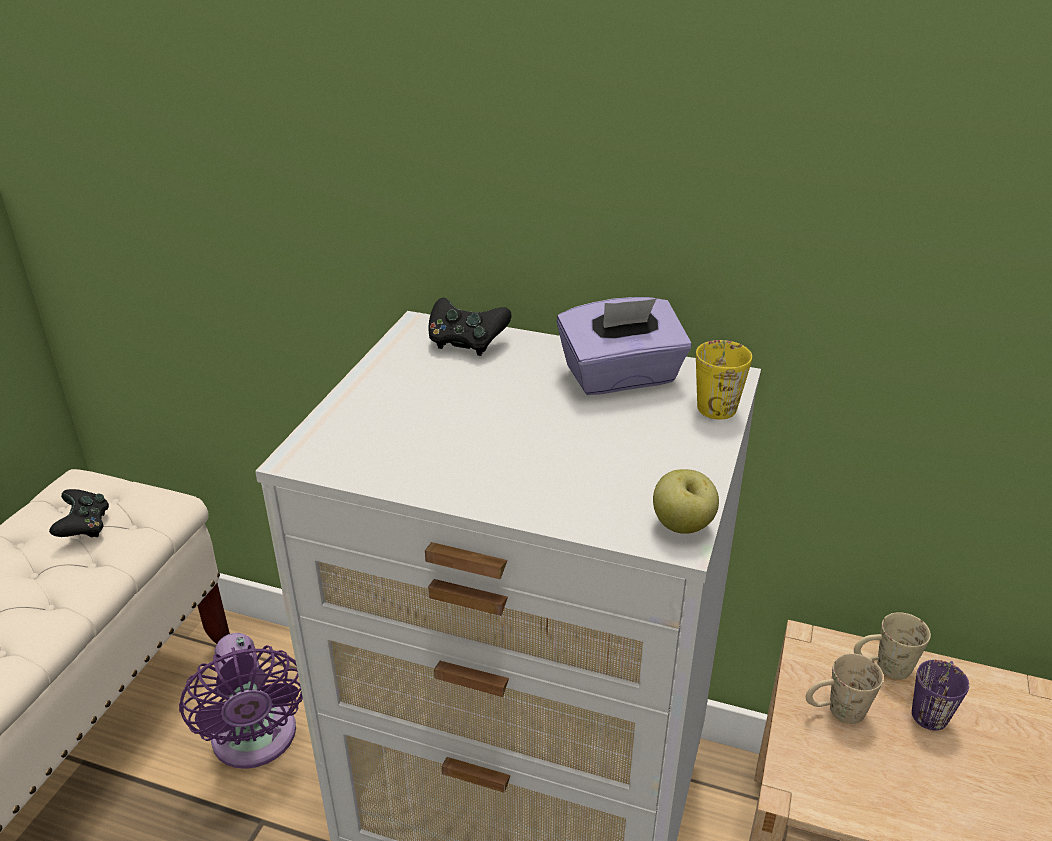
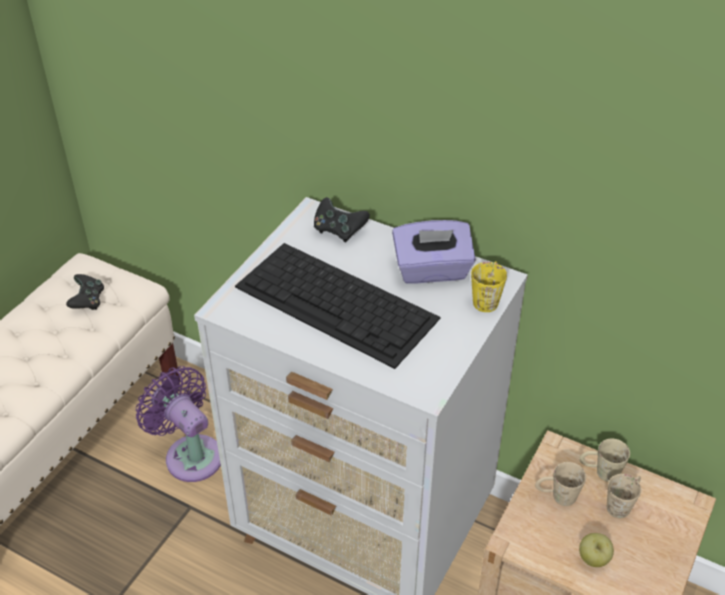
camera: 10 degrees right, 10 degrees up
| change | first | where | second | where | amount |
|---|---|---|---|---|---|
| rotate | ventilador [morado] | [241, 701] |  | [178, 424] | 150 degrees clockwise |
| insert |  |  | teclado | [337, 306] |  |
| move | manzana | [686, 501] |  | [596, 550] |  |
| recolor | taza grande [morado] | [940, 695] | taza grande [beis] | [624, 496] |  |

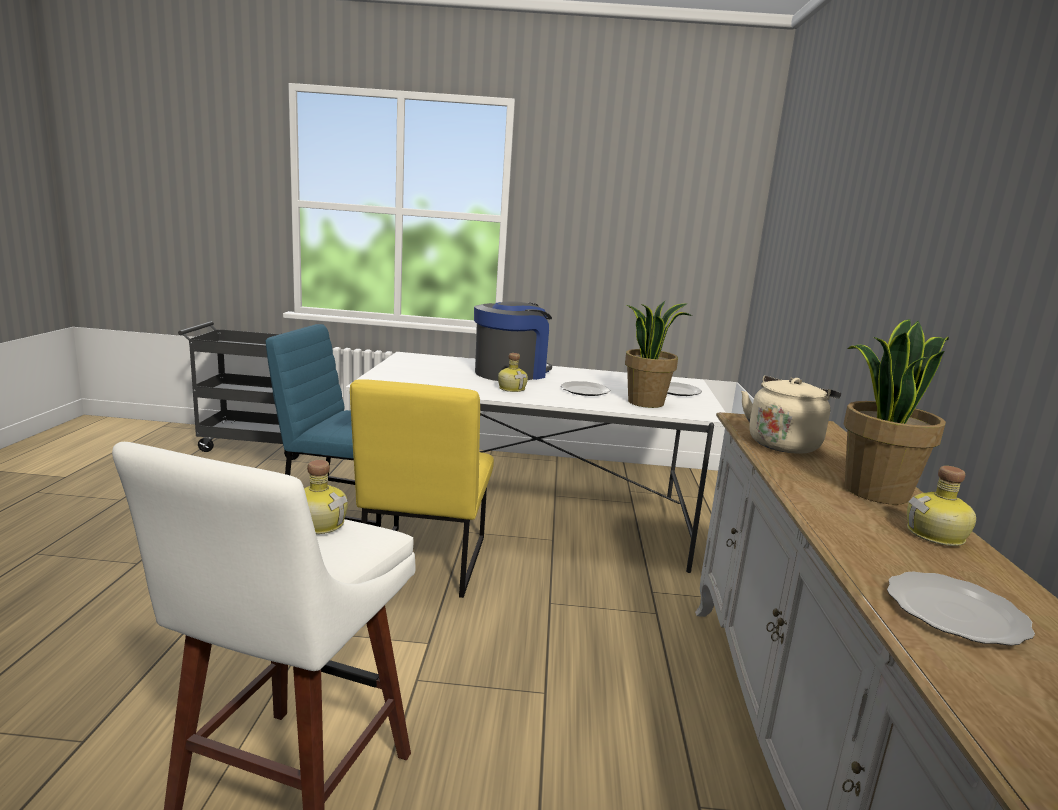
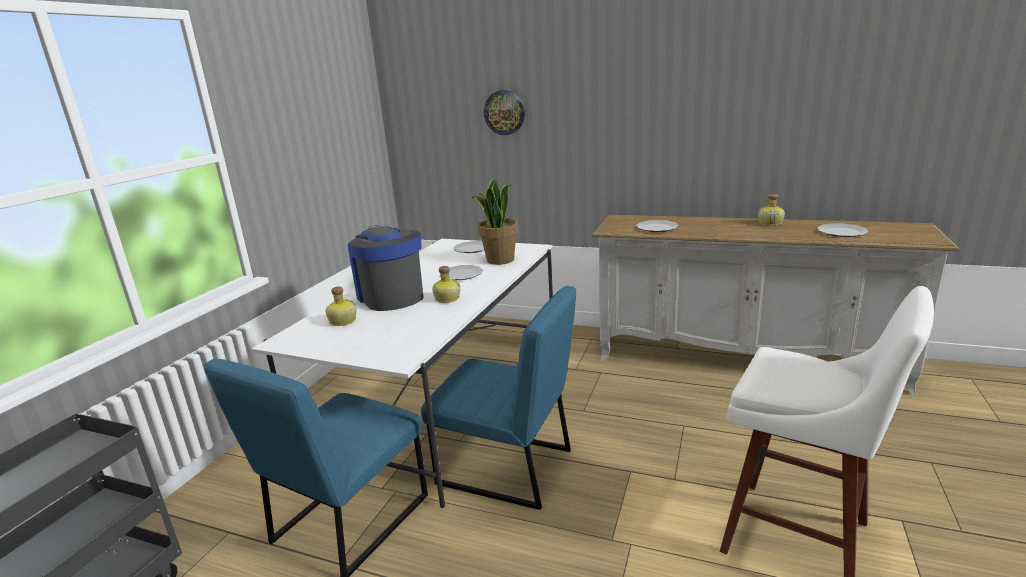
camera: 70 degrees left, 5 degrees up
| change | first | where | second | where | amount |
|---|---|---|---|---|---|
| move | botella | [326, 497] |  | [341, 306] |  |
| recolor | silla [amarillo] | [422, 488] | silla [azul] | [498, 398] |  |
| insert |  |  | reloj de pared | [504, 112] |  |
| replace | hervidor [beis] | [791, 414] | plato | [657, 226] |  |
| delete | planta en maceta | [896, 412] |  |  |  |

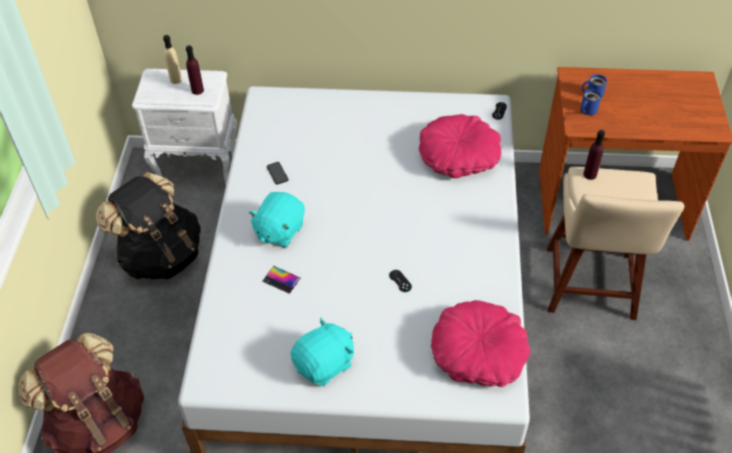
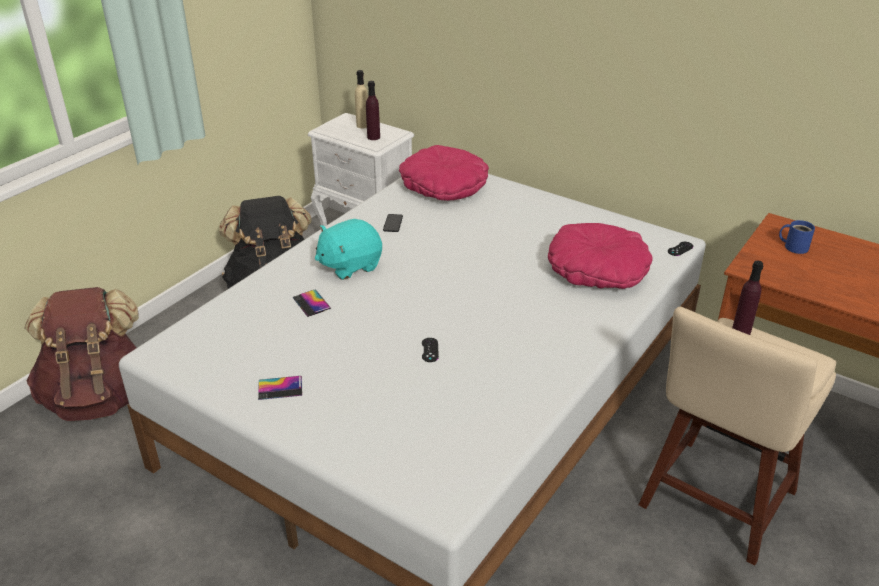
camera: 30 degrees right, 15 degrees down
| change | first | where | second | where | amount |
|---|---|---|---|---|---|
| replace | peluche [turquesa] | [322, 352] | móvil | [280, 388] |  |
| move | cojín [rosa] | [480, 343] |  | [444, 173] |  |
| delete | taza grande [azul] | [591, 102] |  |  |  |

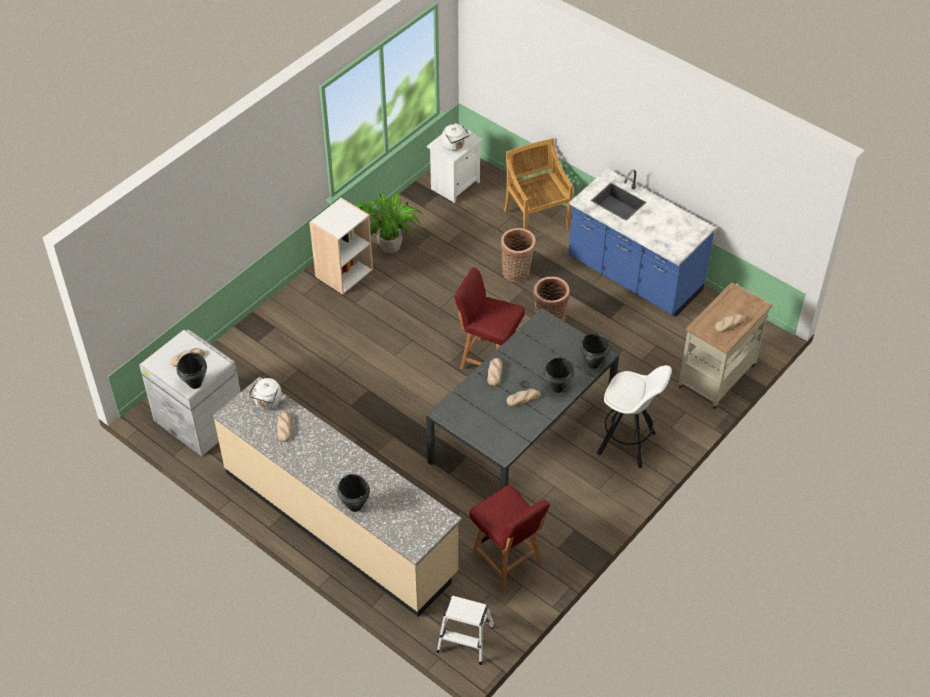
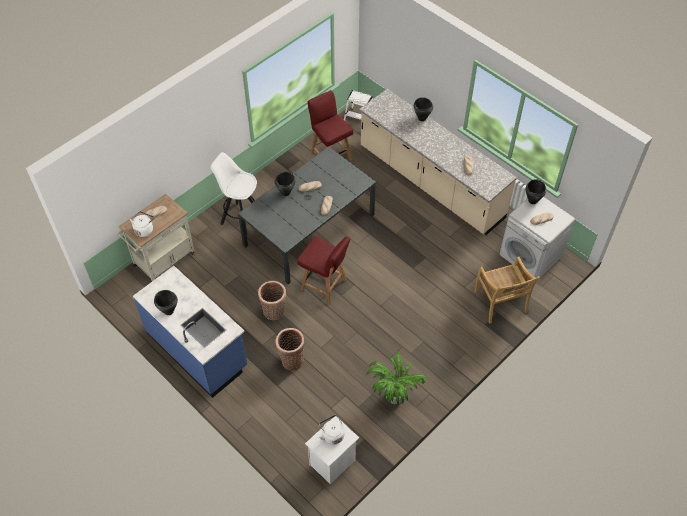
camera: 175 degrees left, 5 degrees up
| change | first | where | second | where | amount |
|---|---|---|---|---|---|
| move | hervidor [blanco] | [267, 394] |  | [142, 224] |  |
| move | olla [negro] | [595, 351] |  | [166, 302] |  |
| move | silla [beis] | [538, 184] |  | [507, 290] |  |
| delete | estantería [blanco] | [341, 246] |  |  |  |

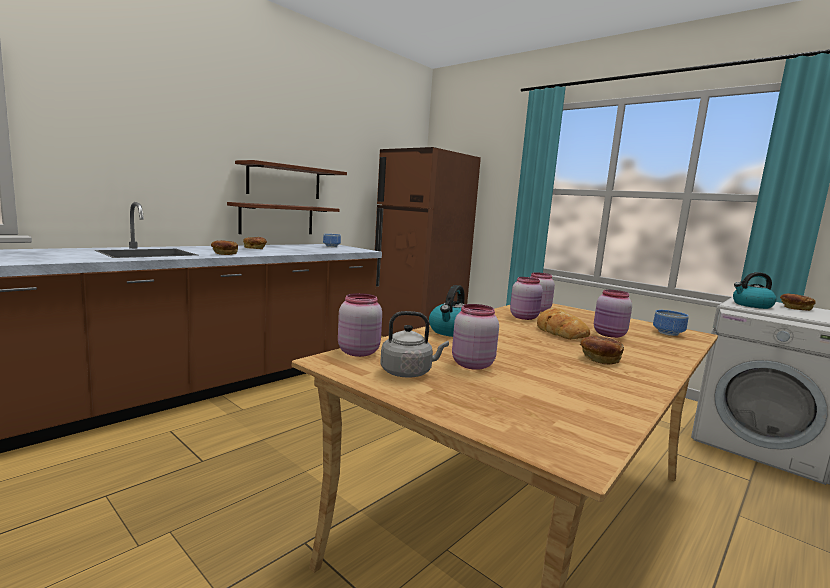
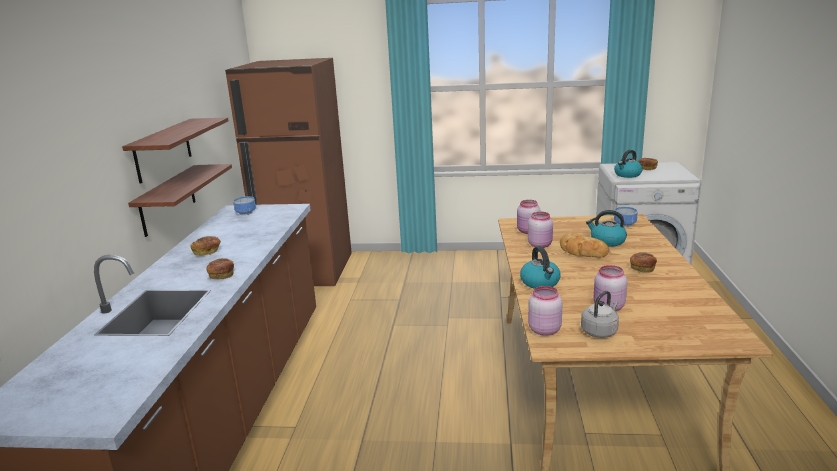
camera: 35 degrees left, 10 degrees up
| change | first | where | second | where | amount |
|---|---|---|---|---|---|
| replace | tarro [rosa] | [613, 314] | hervidor | [606, 228] |  |

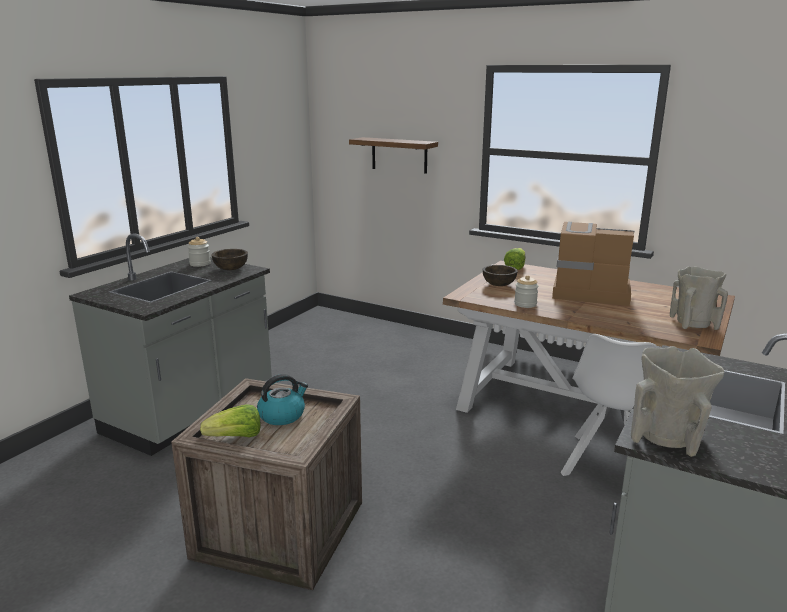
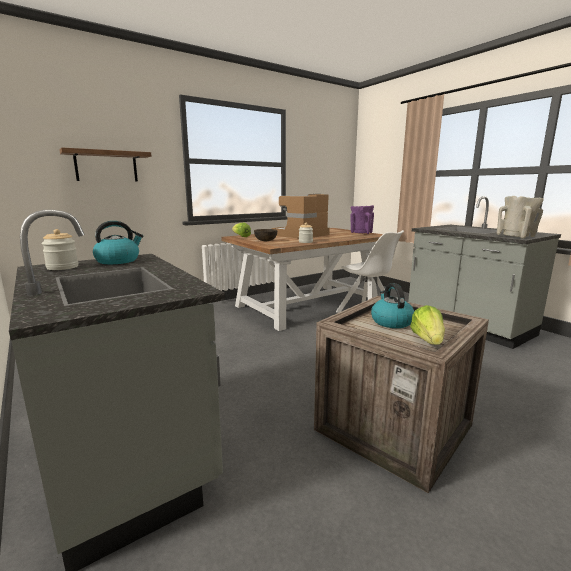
camera: 65 degrees left, 5 degrees down
| change | first | where | second | where | amount |
|---|---|---|---|---|---|
| replace | cuenco [marrón] | [229, 259] | hervidor | [118, 242] |  |
| recolor | florero [beis] | [699, 298] | florero [morado] | [362, 219] |  |

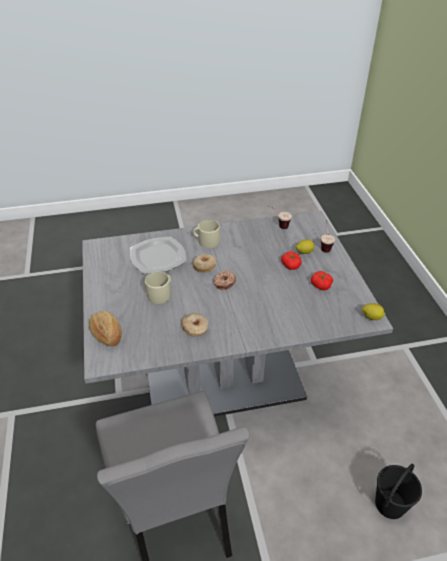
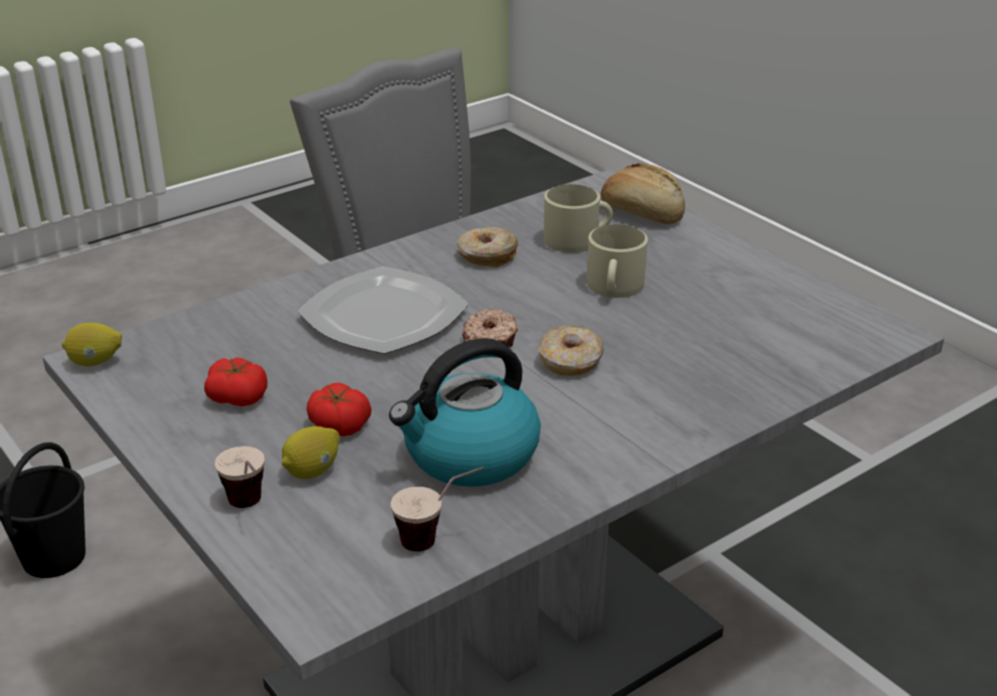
camera: 155 degrees right, 10 degrees down
| change | first | where | second | where | amount |
|---|---|---|---|---|---|
| move | plato | [158, 255] |  | [383, 310] |  |
| insert |  |  | hervidor | [465, 412] |  |
| move | taza grande [beis] | [206, 234] |  | [578, 218] |  |

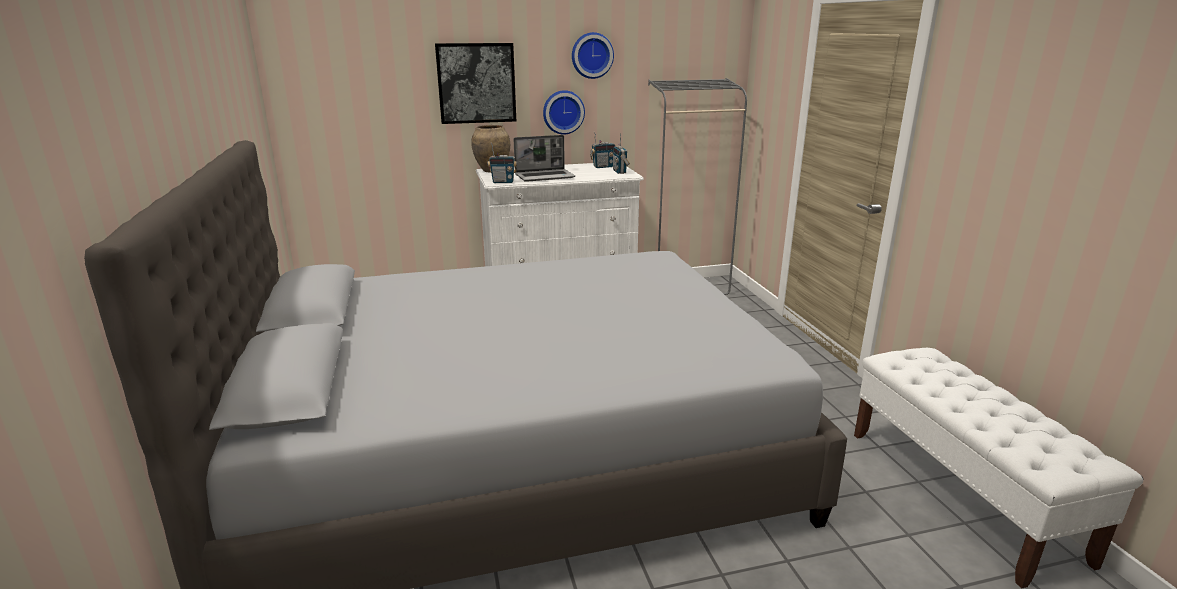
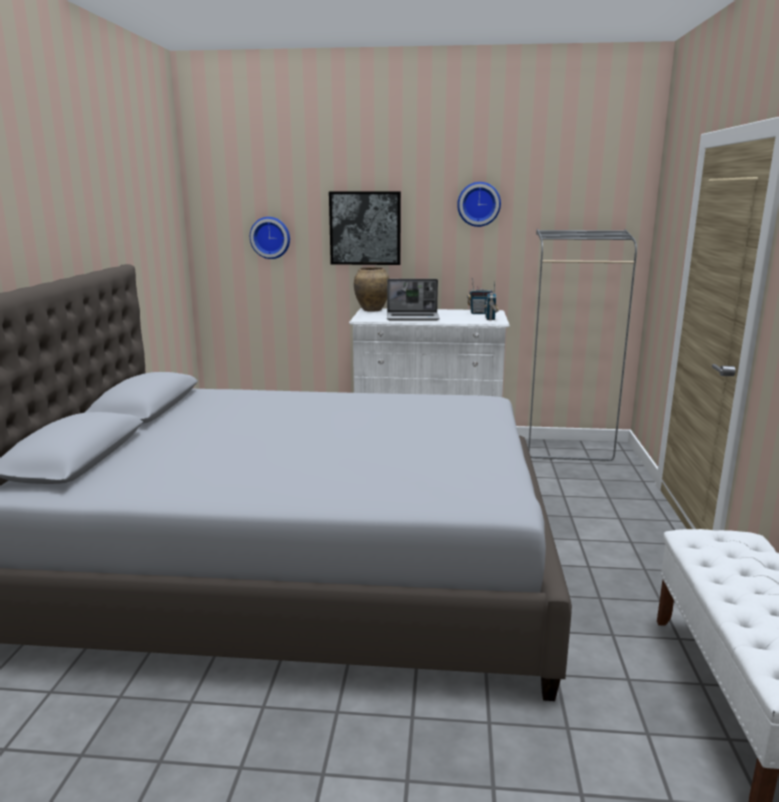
camera: 20 degrees right, 5 degrees down
| change | first | where | second | where | amount |
|---|---|---|---|---|---|
| move | reloj de pared | [564, 112] |  | [270, 238] |  |
| delete | radio | [502, 162] |  |  |  |

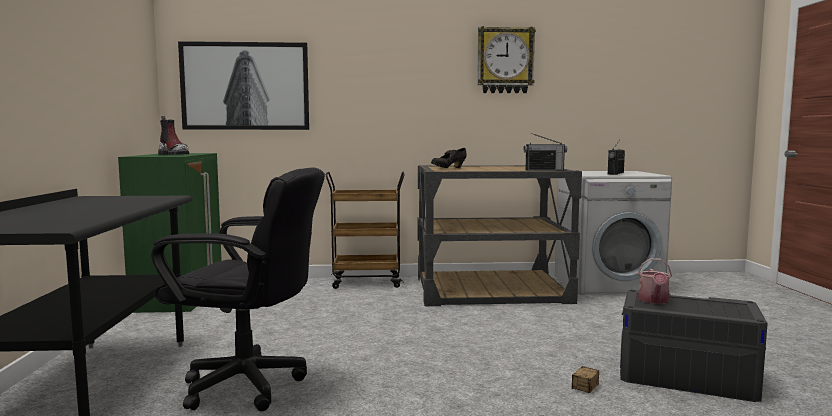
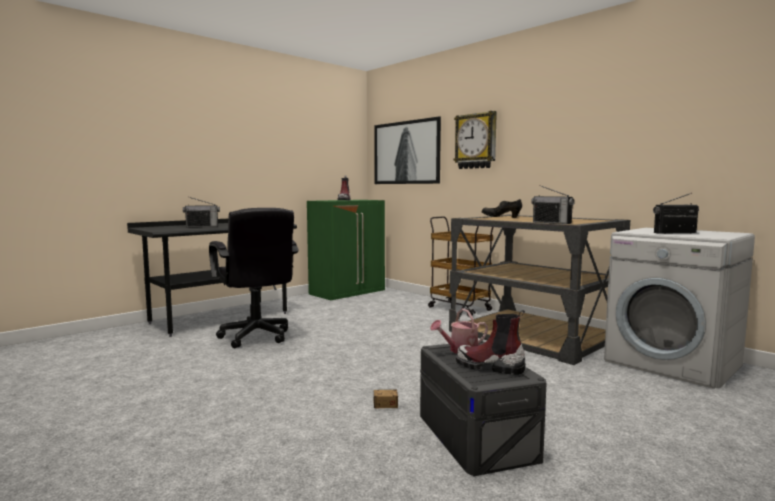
camera: 50 degrees right, 0 degrees up
| change | first | where | second | where | amount |
|---|---|---|---|---|---|
| insert |  |  | radio | [201, 212] |  |
| move | reloj de pared | [506, 59] |  | [475, 140] |  |
| insert |  |  | bota | [490, 342] |  |

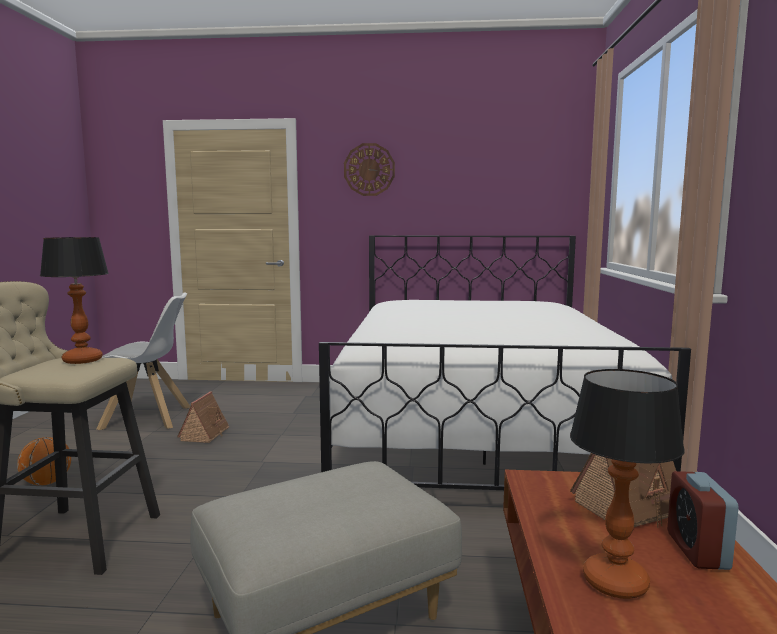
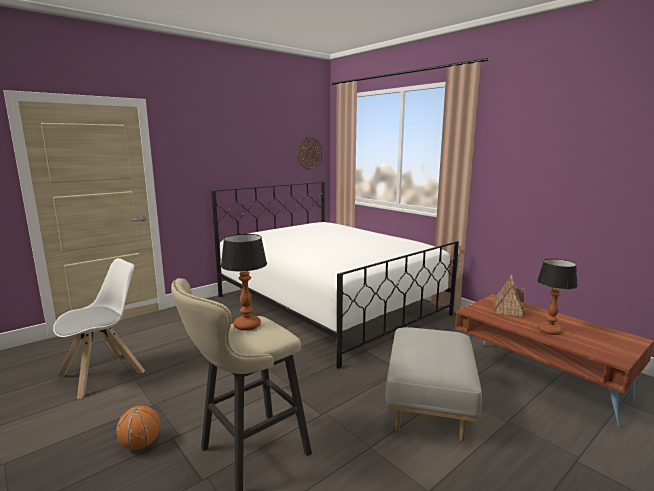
camera: 45 degrees left, 5 degrees up
| change | first | where | second | where | amount |
|---|---|---|---|---|---|
| move | reloj de pared | [369, 169] |  | [309, 153] |  |
| delete | casita | [203, 417] |  |  |  |
| delete | despertador | [703, 520] |  |  |  |

